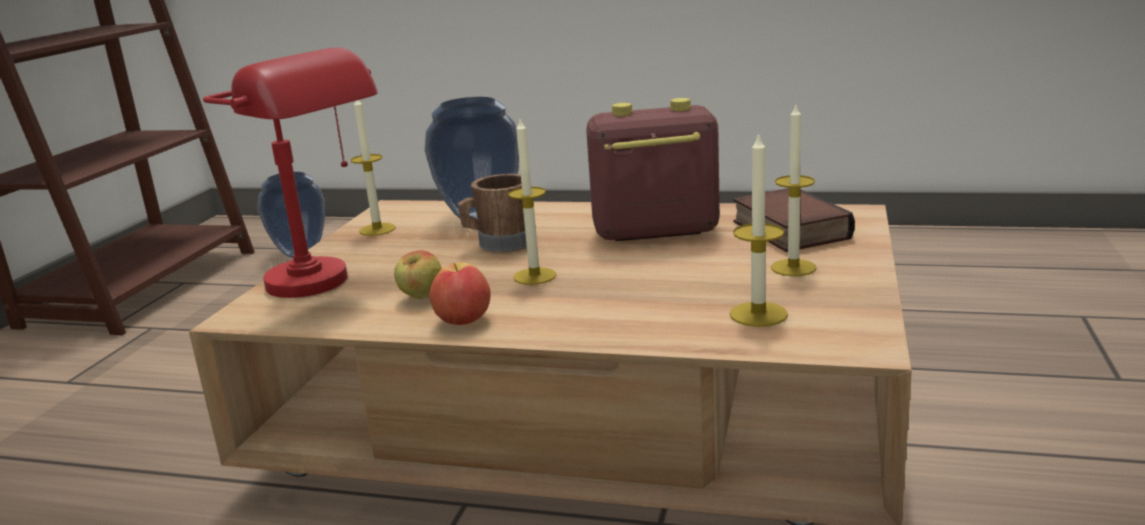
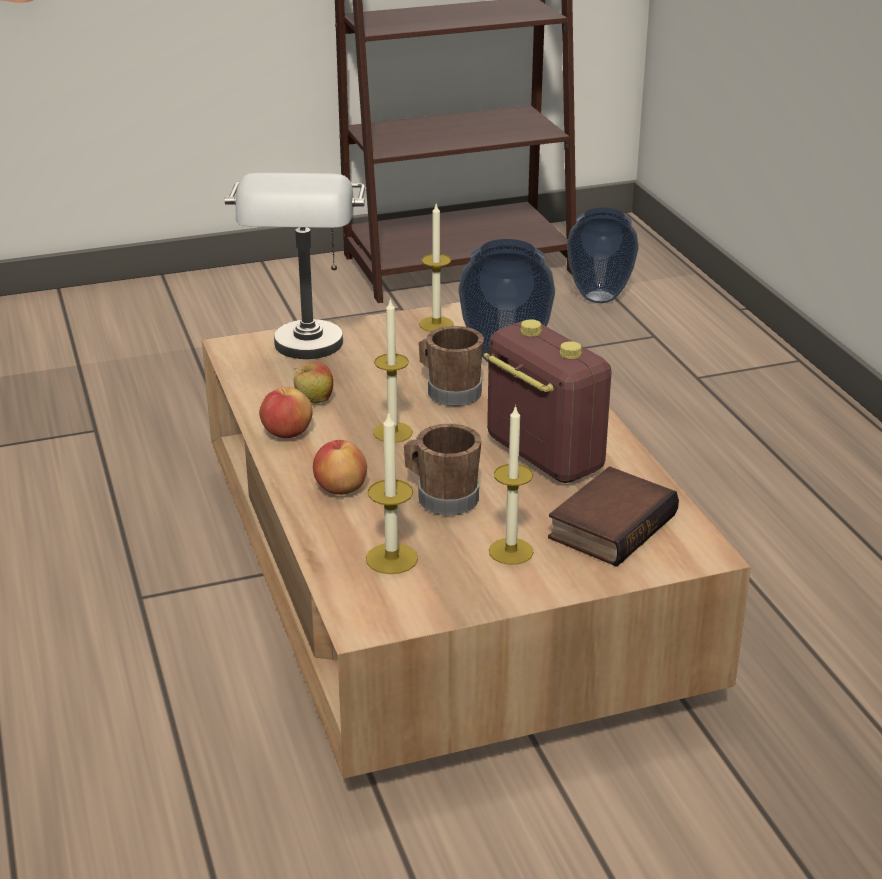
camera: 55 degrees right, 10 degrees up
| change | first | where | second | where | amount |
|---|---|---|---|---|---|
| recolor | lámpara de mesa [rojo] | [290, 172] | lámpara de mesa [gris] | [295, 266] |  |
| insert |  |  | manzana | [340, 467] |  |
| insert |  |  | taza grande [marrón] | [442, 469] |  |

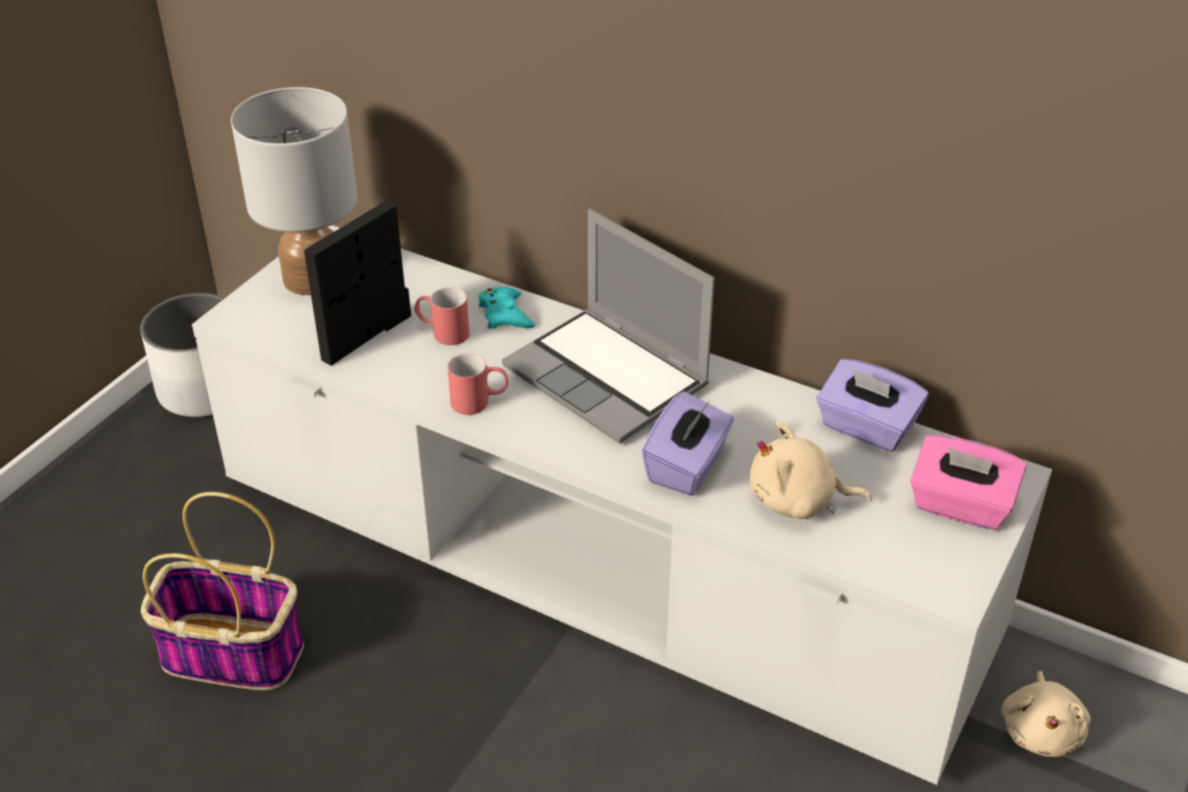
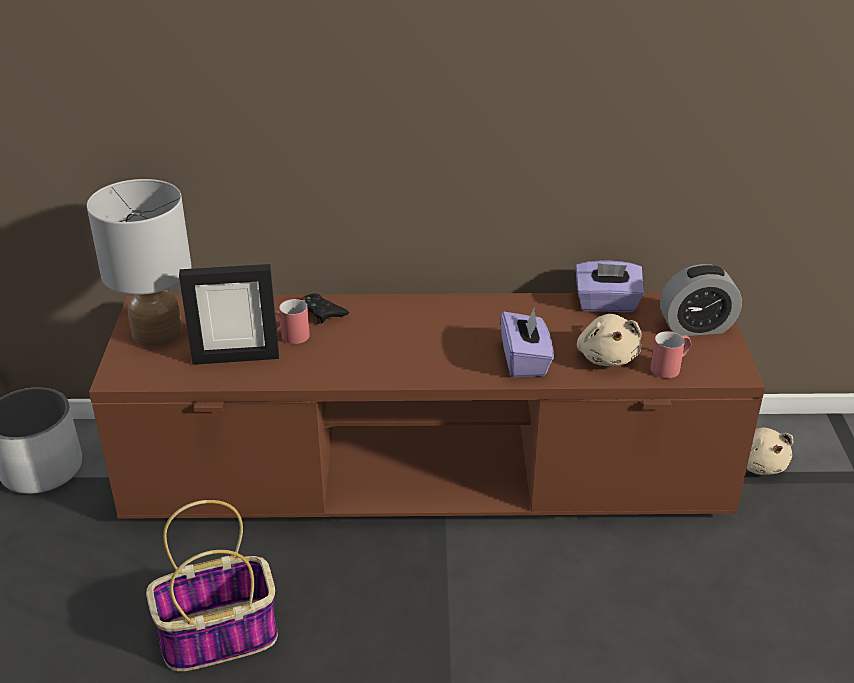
camera: 30 degrees left, 5 degrees down
| change | first | where | second | where | amount |
|---|---|---|---|---|---|
| recolor | mueble de televisión [blanco] | [622, 505] | mueble de televisión [marrón] | [427, 405] |  |
| rotate | portarretratos | [357, 283] |  | [229, 314] | 105 degrees counterclockwise |
| recolor | mando de consola [turquesa] | [506, 308] | mando de consola [negro] | [324, 309] |  |
| rotate | peluche [beis] | [811, 470] |  | [609, 340] | 75 degrees counterclockwise |
| move | taza grande [rojo] | [477, 384] |  | [671, 354] |  |
| replace | caja de pañuelos [rosa] | [968, 482] | despertador | [701, 300] |  |
| delete | portátil | [608, 326] |  |  |  |

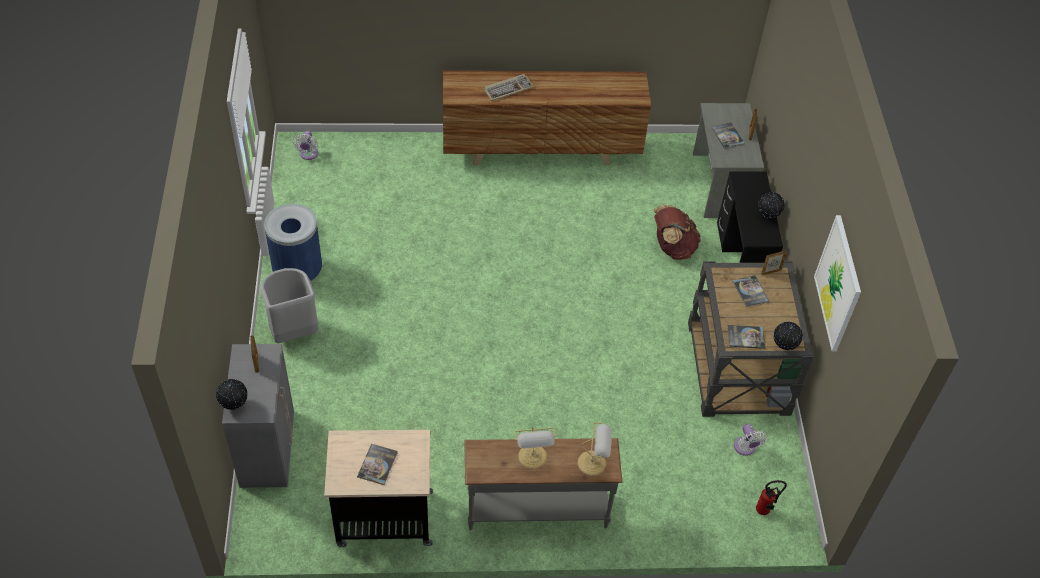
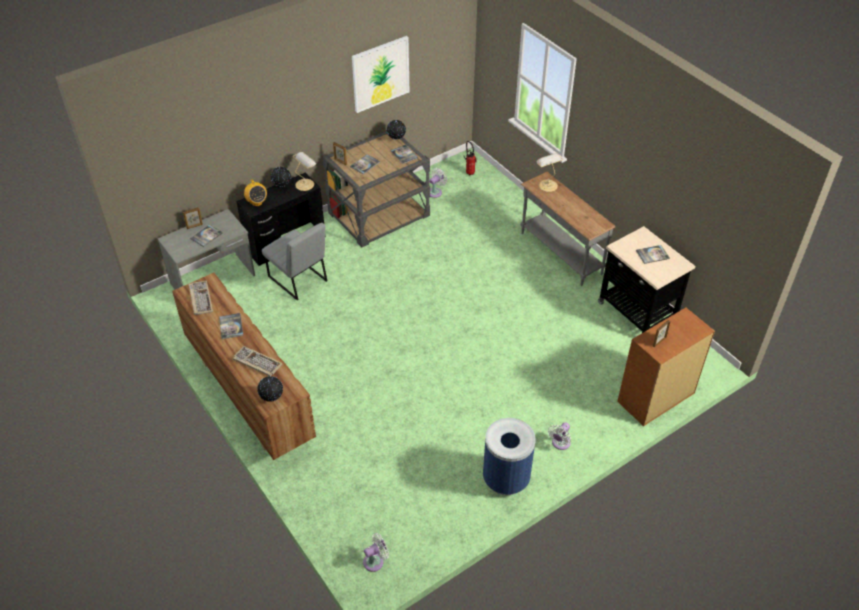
camera: 120 degrees left, 5 degrees down
| change | first | where | second | where | amount |
|---|---|---|---|---|---|
| insert |  |  | teclado | [201, 297] |  |
| insert |  |  | libro | [231, 326] |  |
| insert |  |  | radio | [255, 193] |  |
| move | globo terráqueo | [232, 394] |  | [270, 389] |  |
| replace | mochila [marrón] | [677, 232] | silla [gris] | [294, 261] |  |
| move | lámpara de mesa | [535, 448] |  | [304, 171] |  |
| replace | papelera [gris] | [289, 305] | ventilador [blanco] | [559, 436] |  |
| recolor | armario [gris] | [258, 416] | armario [marrón] | [666, 367] |  |

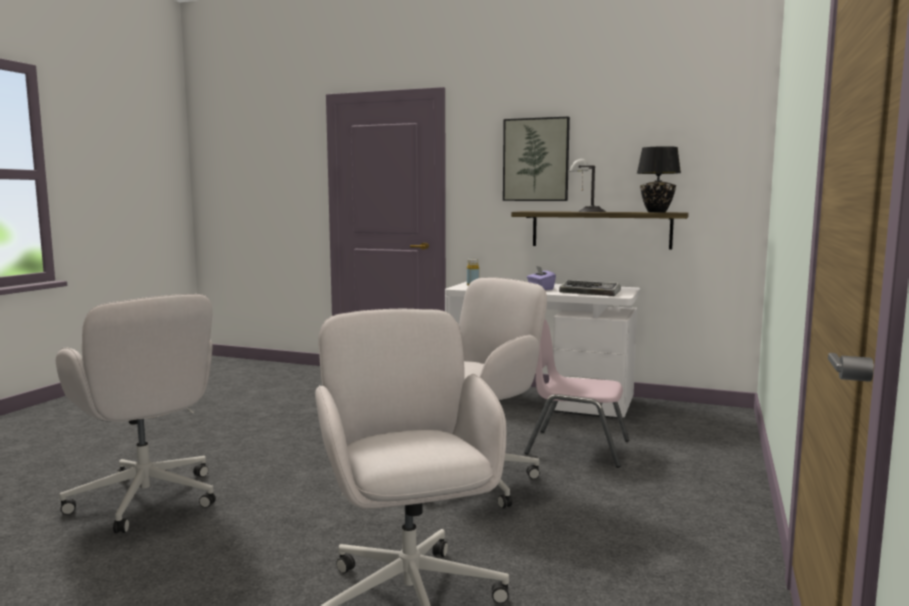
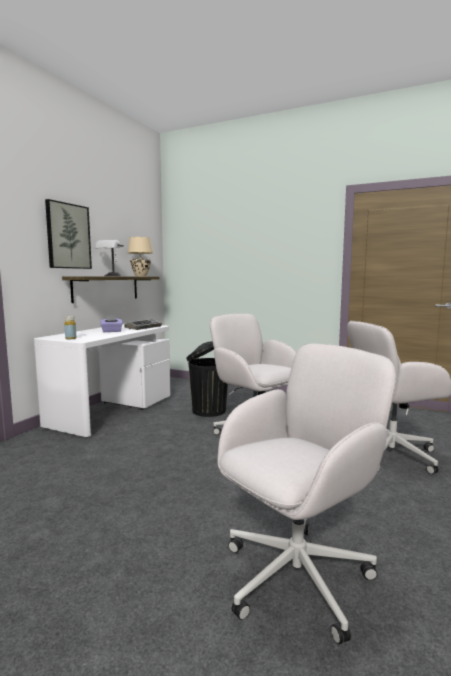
camera: 85 degrees left, 0 degrees up
| change | first | where | second | where | amount |
|---|---|---|---|---|---|
| recolor | lámpara de mesa [negro] | [659, 179] | lámpara de mesa [beis] | [140, 256] |  |
| replace | silla [rosa] | [576, 393] | papelera [negro] | [207, 379] |  |

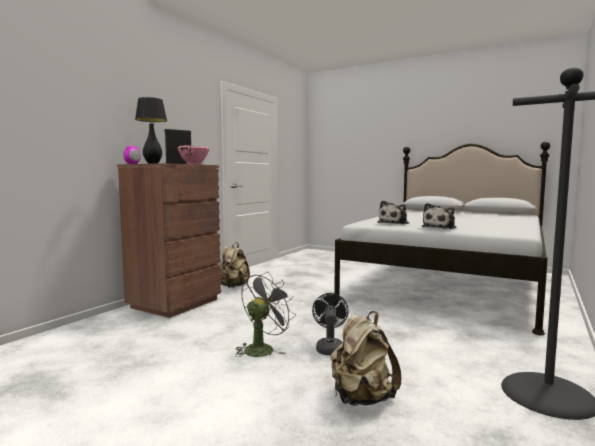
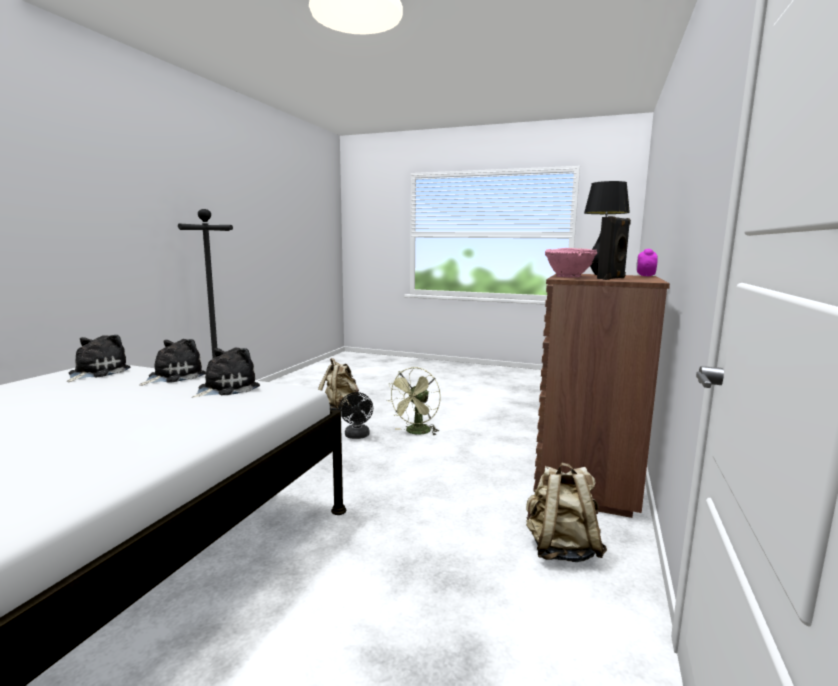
camera: 170 degrees right, 5 degrees up
| change | first | where | second | where | amount |
|---|---|---|---|---|---|
| insert |  |  | peluche | [99, 358] |  |
| recolor | ventilador [gris] | [265, 314] | ventilador [verde] | [414, 401] |  |

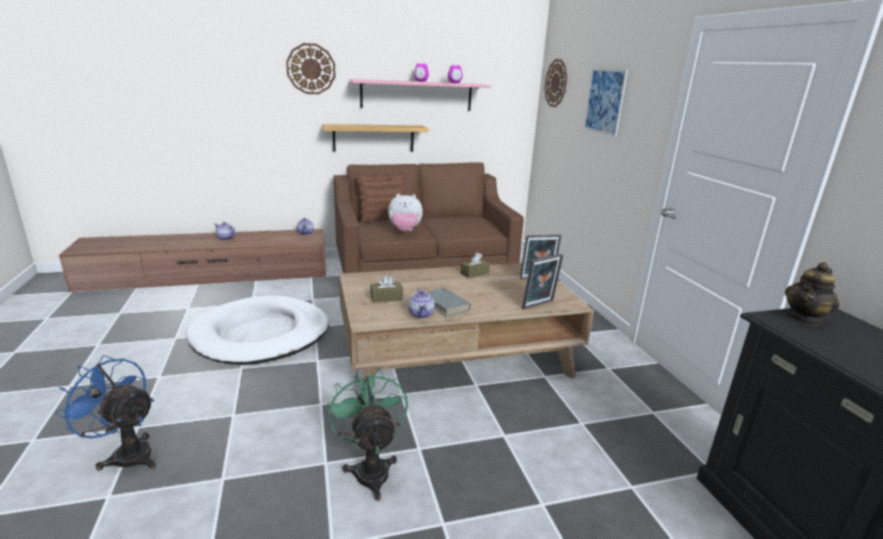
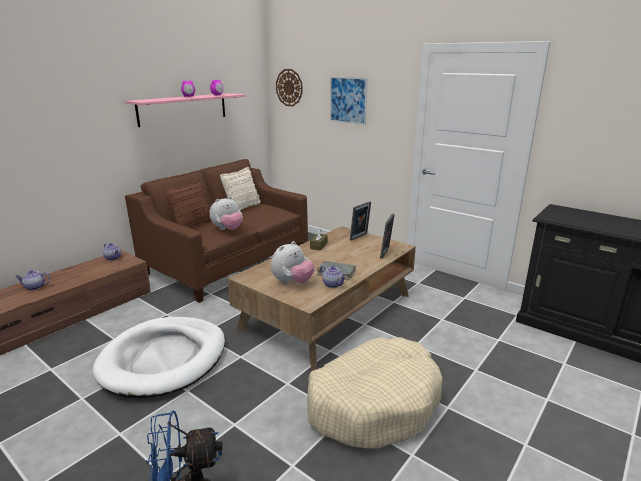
camera: 35 degrees left, 0 degrees up
| change | first | where | second | where | amount |
|---|---|---|---|---|---|
| insert |  |  | cojín [beis] | [240, 189] |  |
| replace | caja de pañuelos [marrón] | [386, 288] | peluche | [293, 262] |  |
| replace | ventilador [verde] | [367, 434] | cama para perro [beis] | [375, 392] |  |
| delete | reloj de pared | [311, 68] |  |  |  |
| delete | estante | [375, 138] |  |  |  |
| delete | tetera | [812, 294] |  |  |  |

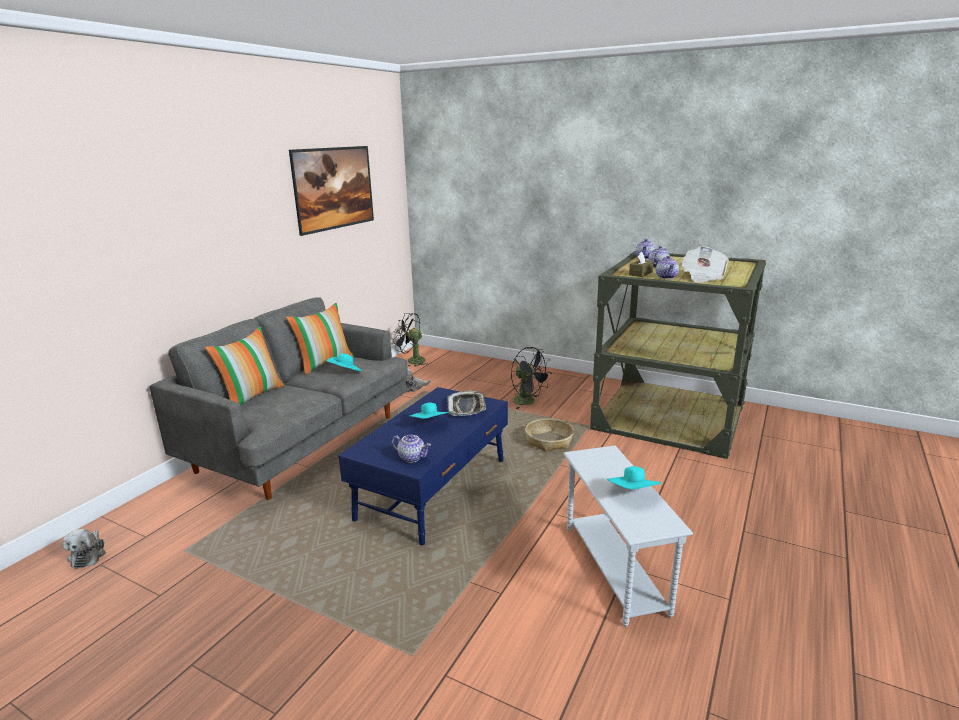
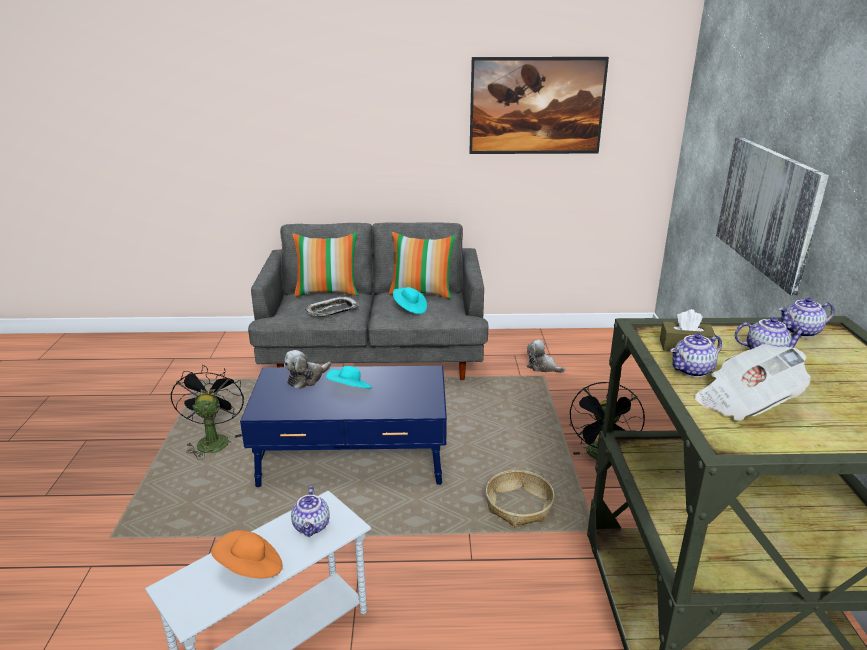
camera: 60 degrees right, 5 degrees up
| change | first | where | second | where | amount |
|---|---|---|---|---|---|
| move | ventilador [negro] | [410, 340] |  | [207, 412] |  |
| recolor | sombrero [turquesa] | [634, 477] | sombrero [naranja] | [247, 554] |  |
| move | peluche | [84, 549] |  | [307, 369] |  |
| move | tetera | [411, 448] |  | [310, 511] |  |
| move | bandeja | [466, 403] |  | [332, 306] |  |
| insert |  |  | cuadro | [772, 216] |  |

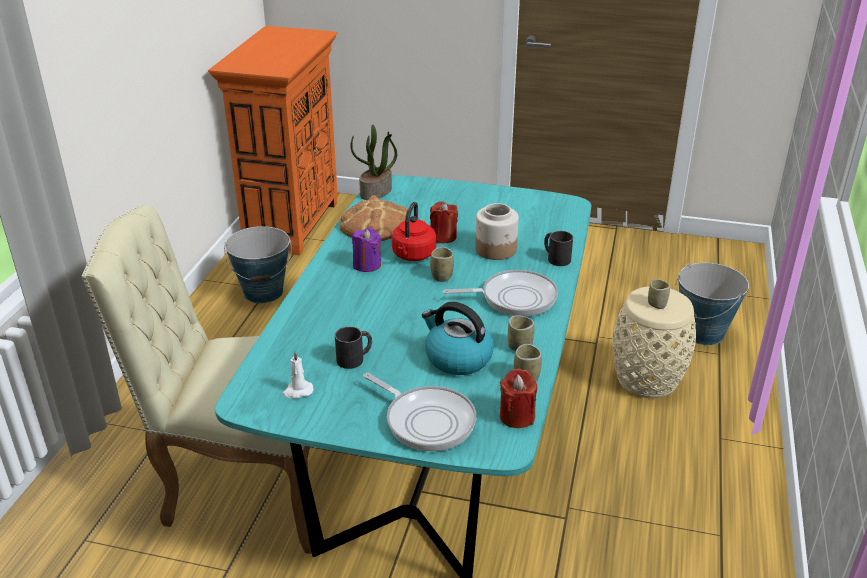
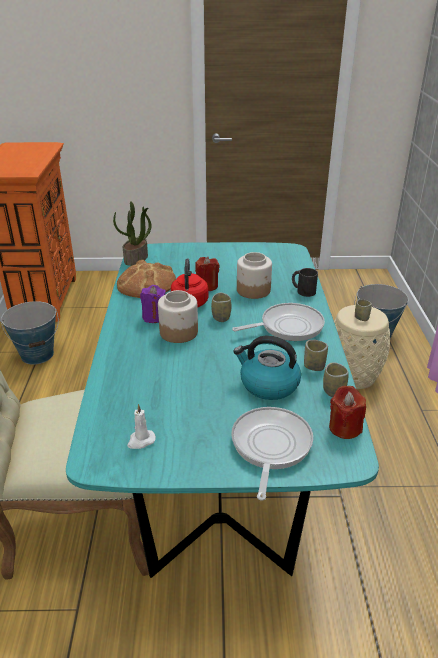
camera: 15 degrees left, 0 degrees up
| change | first | where | second | where | amount |
|---|---|---|---|---|---|
| insert |  |  | tarro | [178, 316] |  |
| rotate | sartén | [419, 412] |  | [272, 454] | 105 degrees counterclockwise |
| delete | taza grande [negro] | [353, 347] |  |  |  |

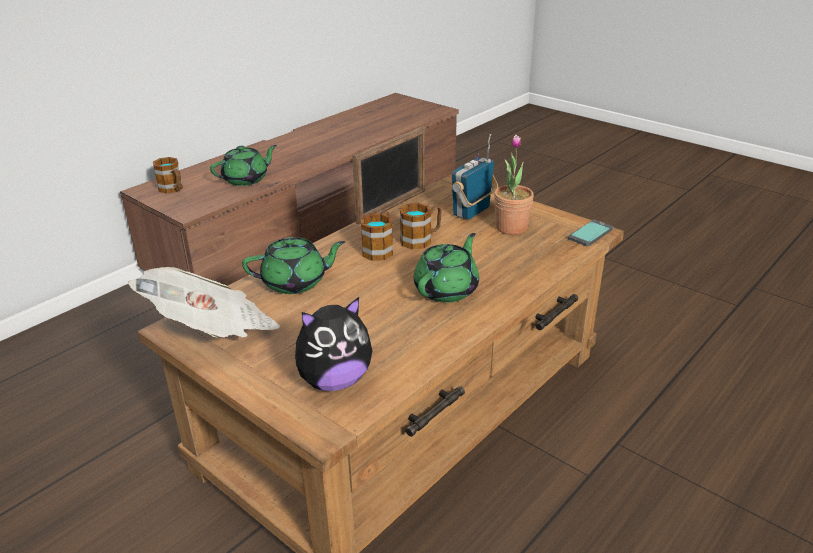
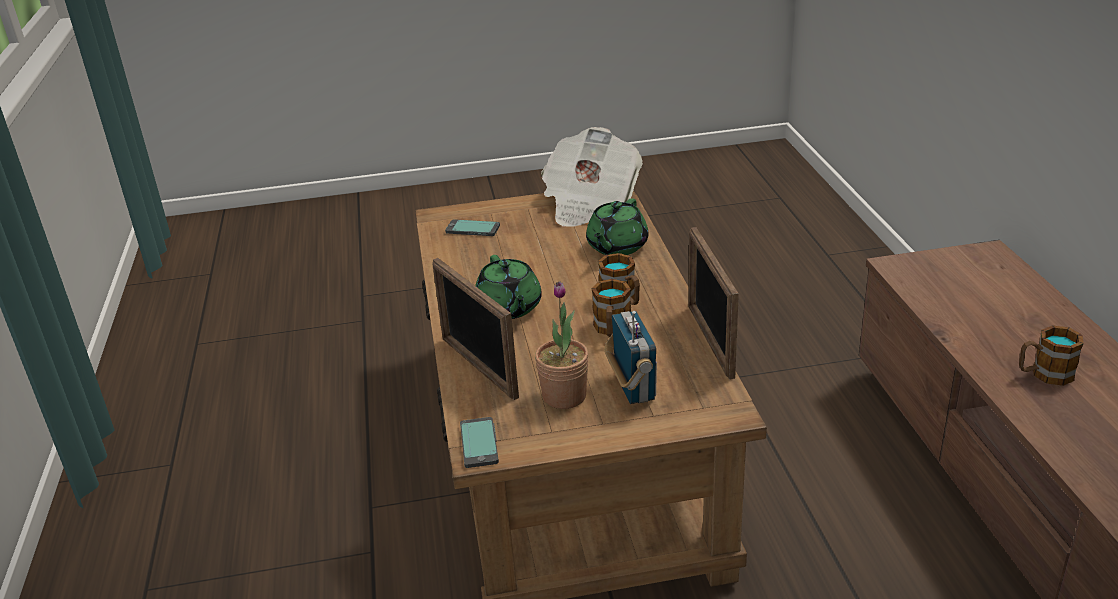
camera: 130 degrees right, 0 degrees up
| change | first | where | second | where | amount |
|---|---|---|---|---|---|
| insert |  |  | portarretratos | [475, 329] |  |
| replace | peluche | [333, 344] | móvil | [472, 227] |  |
| move | taza grande | [168, 175] |  | [1051, 355] |  |
| delete | tetera [verde] | [243, 165] |  |  |  |

